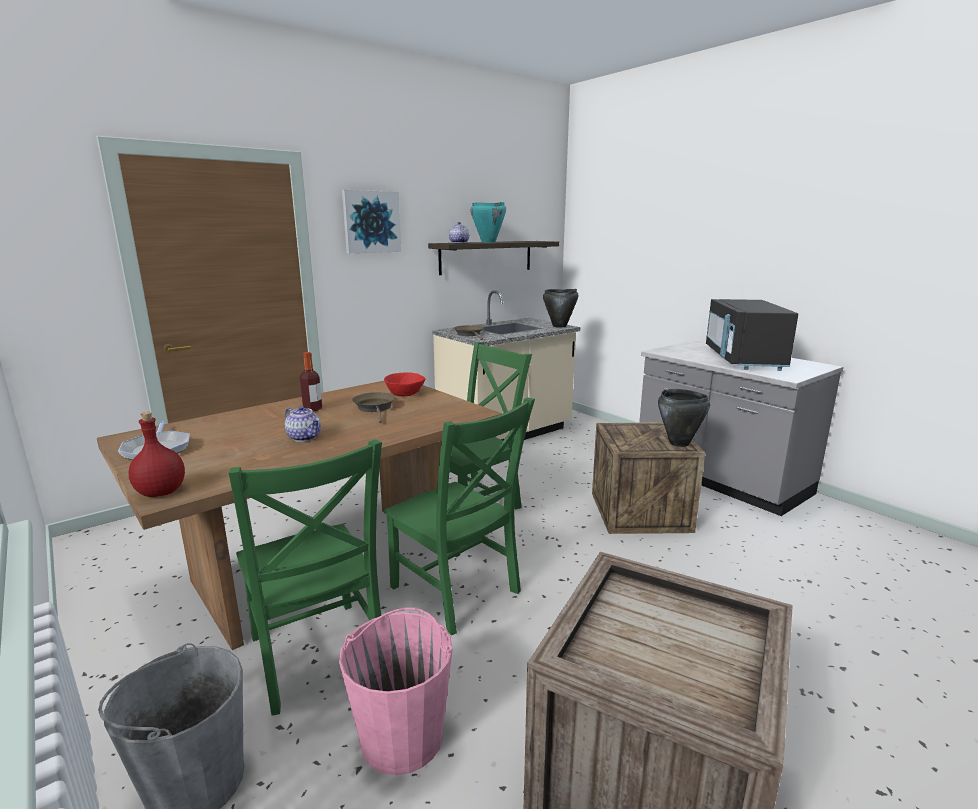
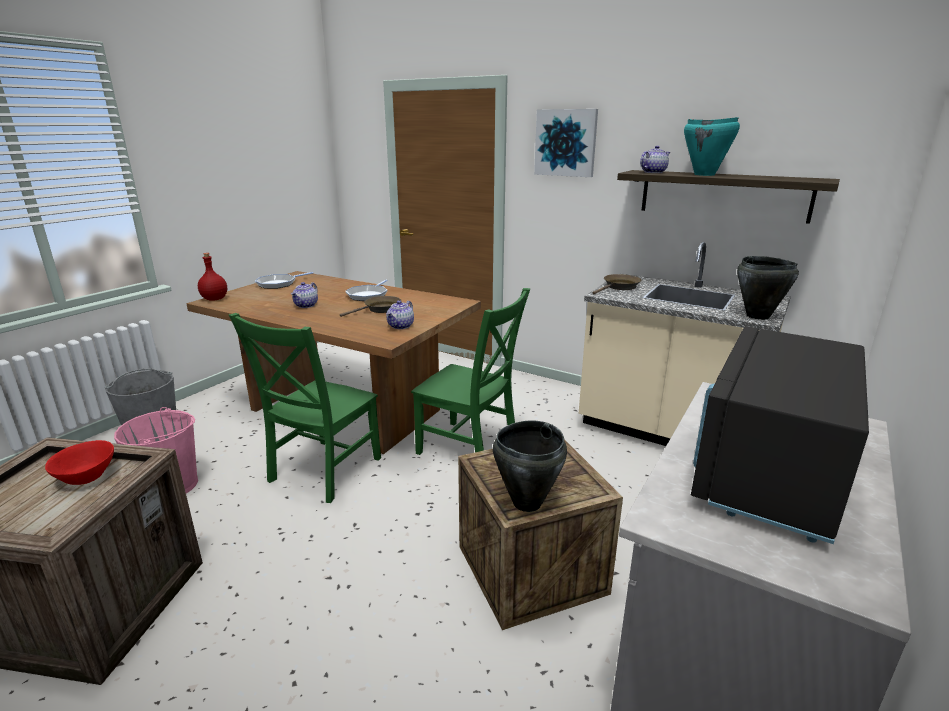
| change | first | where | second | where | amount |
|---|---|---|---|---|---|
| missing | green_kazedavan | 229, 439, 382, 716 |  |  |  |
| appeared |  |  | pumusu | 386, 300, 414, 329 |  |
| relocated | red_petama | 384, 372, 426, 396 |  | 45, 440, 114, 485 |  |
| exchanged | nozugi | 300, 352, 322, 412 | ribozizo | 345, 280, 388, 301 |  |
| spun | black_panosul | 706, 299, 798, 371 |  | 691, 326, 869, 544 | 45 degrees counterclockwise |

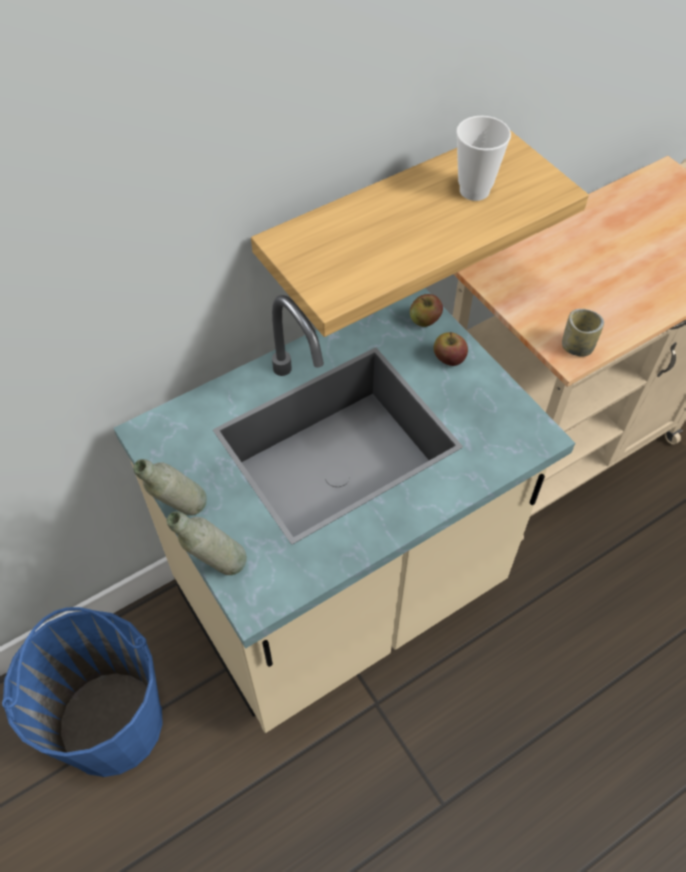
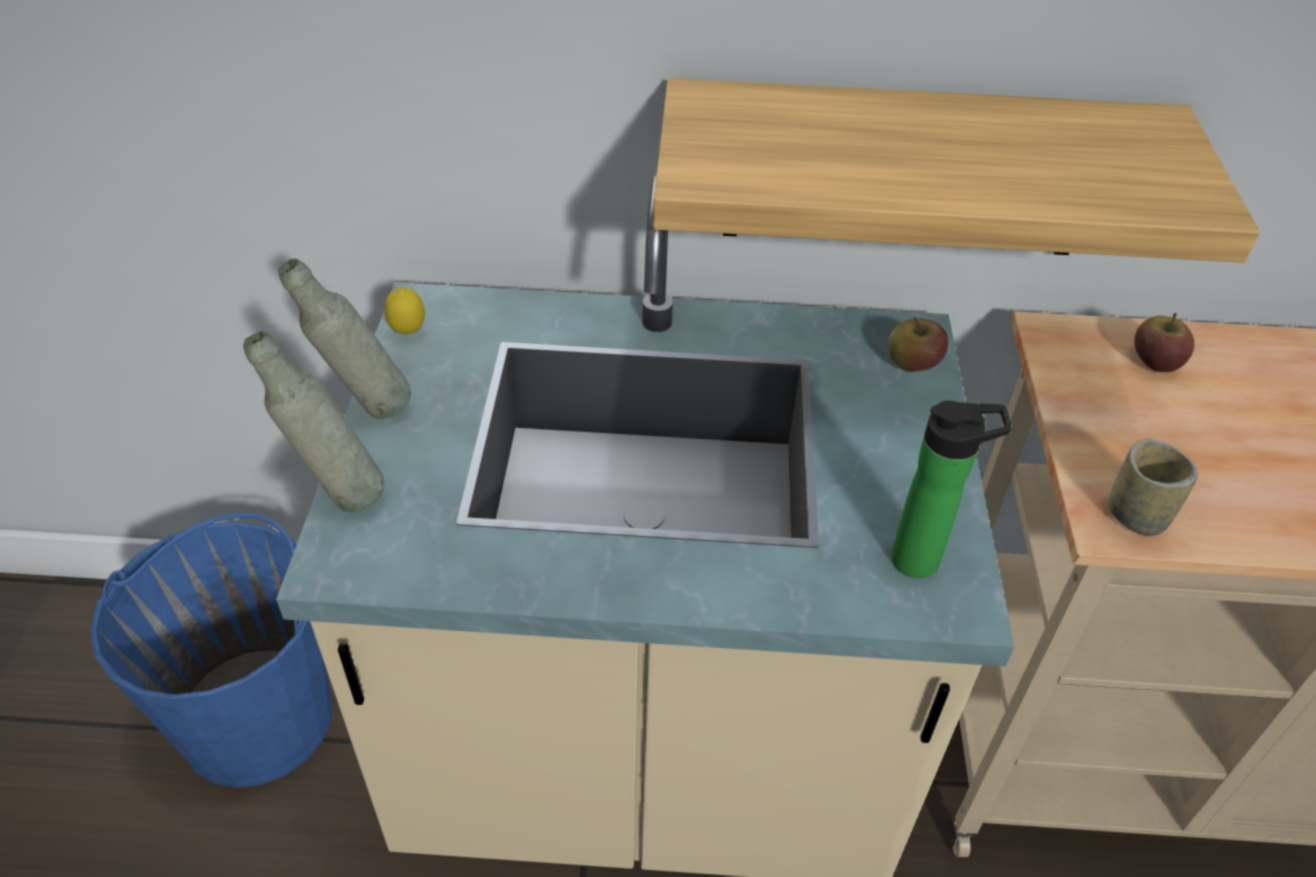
| change | first | where | second | where | amount |
|---|---|---|---|---|---|
| missing | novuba | 456, 116, 511, 201 |  |  |  |
| appeared |  |  | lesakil | 385, 288, 425, 334 |  |
| appeared |  |  | nozugi | 891, 401, 1011, 578 |  |
| relocated | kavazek | 434, 332, 468, 366 |  | 1134, 313, 1194, 372 |  |

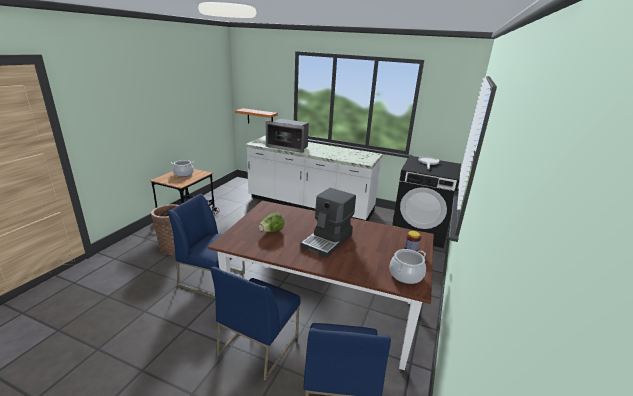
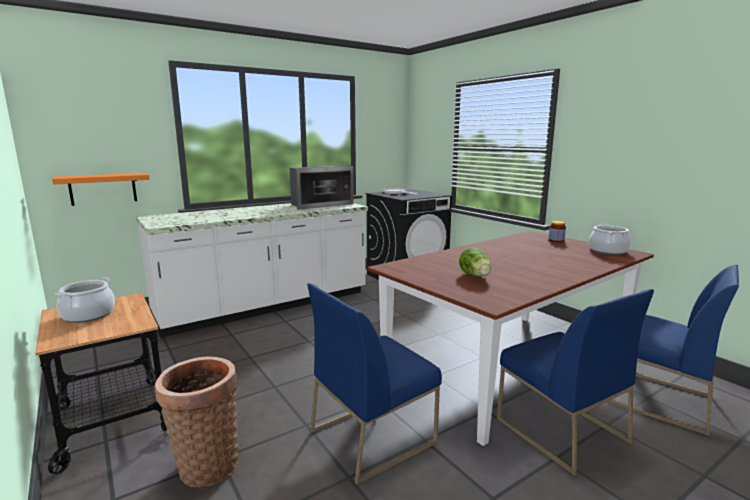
| change | first | where | second | where | amount |
|---|---|---|---|---|---|
| missing | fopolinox | 300, 188, 356, 258 |  |  |  |
| relocated | panosul | 266, 119, 309, 153 |  | 290, 166, 354, 210 |  |

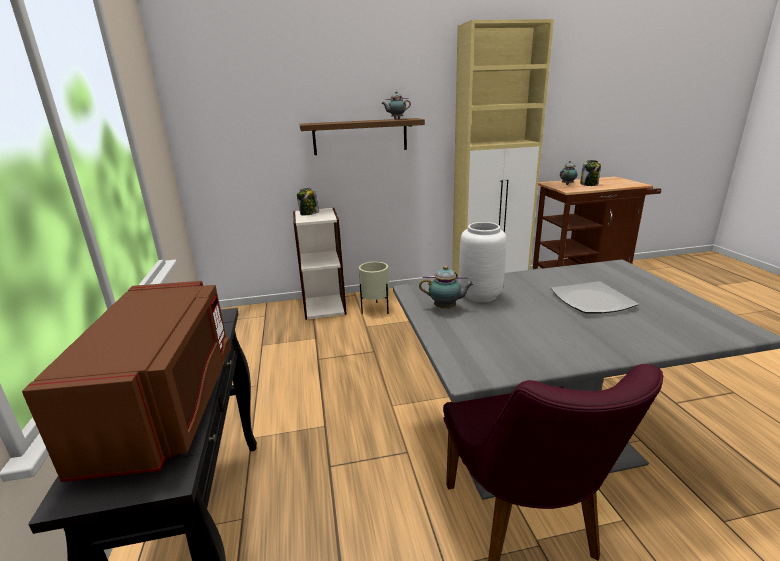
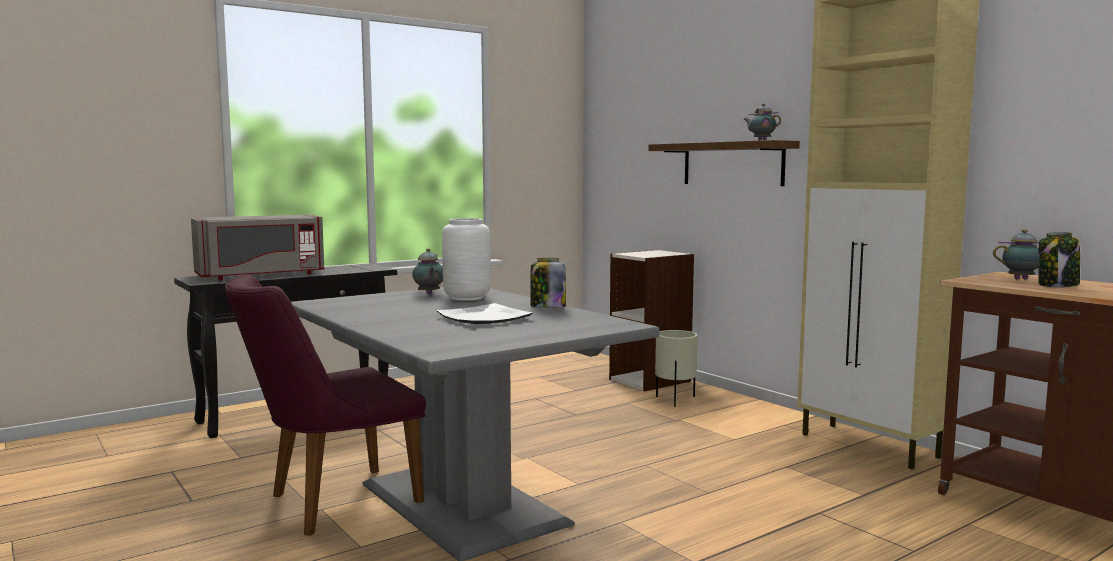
| change | first | where | second | where | amount |
|---|---|---|---|---|---|
| relocated | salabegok | 297, 188, 319, 215 |  | 530, 258, 566, 308 |  |
| colour | brown_panosul | 22, 281, 231, 482 | grey_panosul | 191, 215, 324, 280 |  |

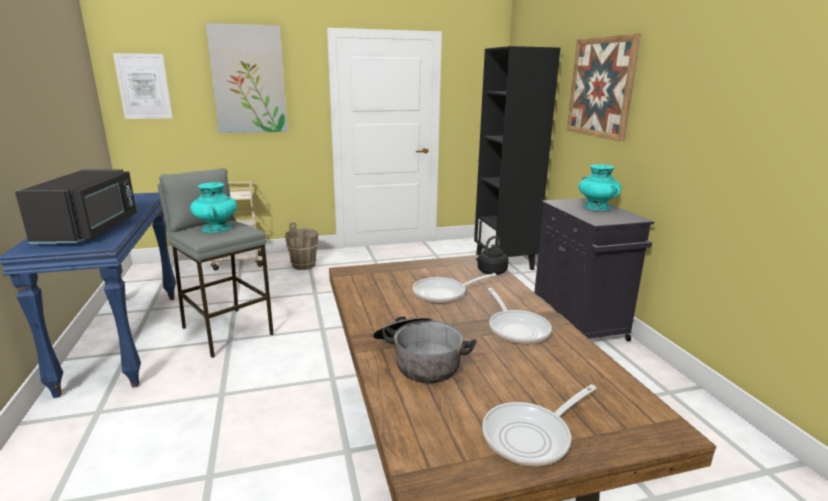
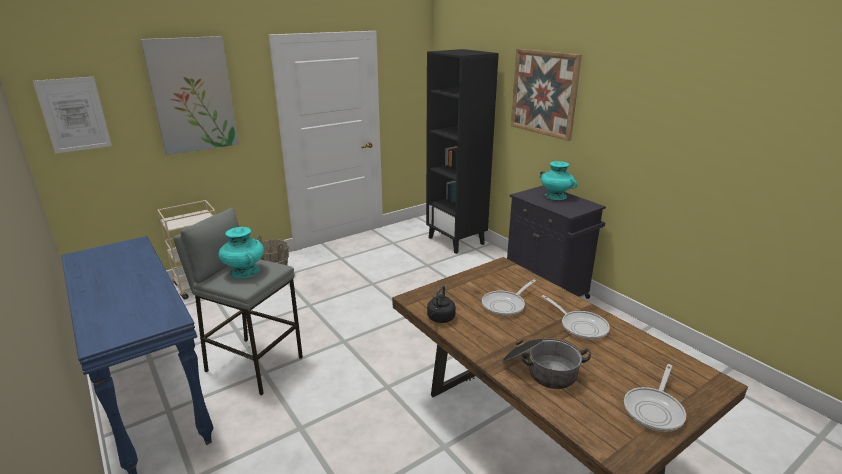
| change | first | where | second | where | amount |
|---|---|---|---|---|---|
| missing | black_panosul | 15, 170, 137, 244 |  |  |  |
| relocated | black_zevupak | 476, 235, 508, 275 |  | 427, 285, 456, 323 |  |

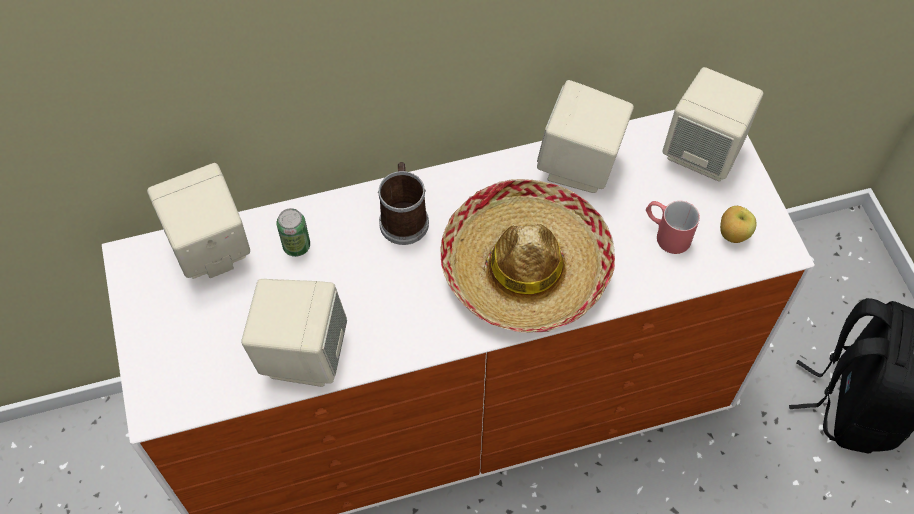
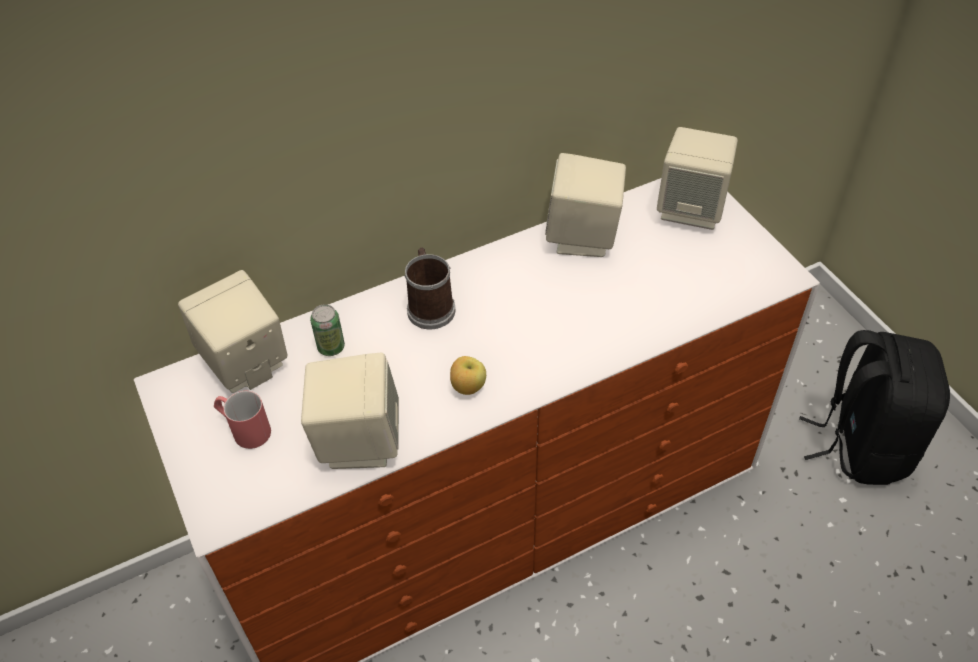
| change | first | where | second | where | amount |
|---|---|---|---|---|---|
| missing | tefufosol | 440, 179, 615, 332 |  |  |  |
| relocated | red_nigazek | 646, 201, 700, 254 |  | 214, 391, 271, 449 |  |
| relocated | kavazek | 720, 206, 757, 243 |  | 450, 356, 486, 395 |  |

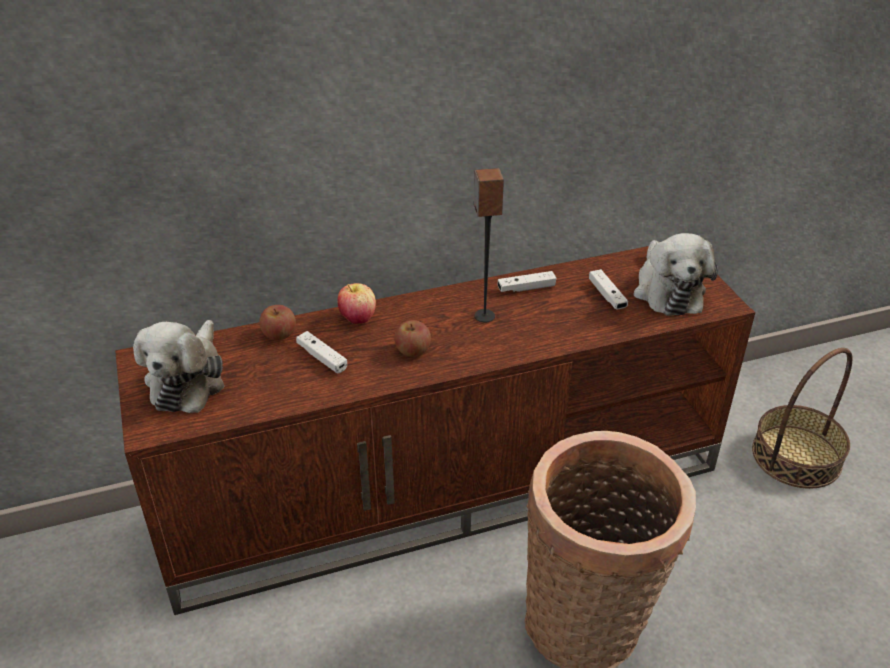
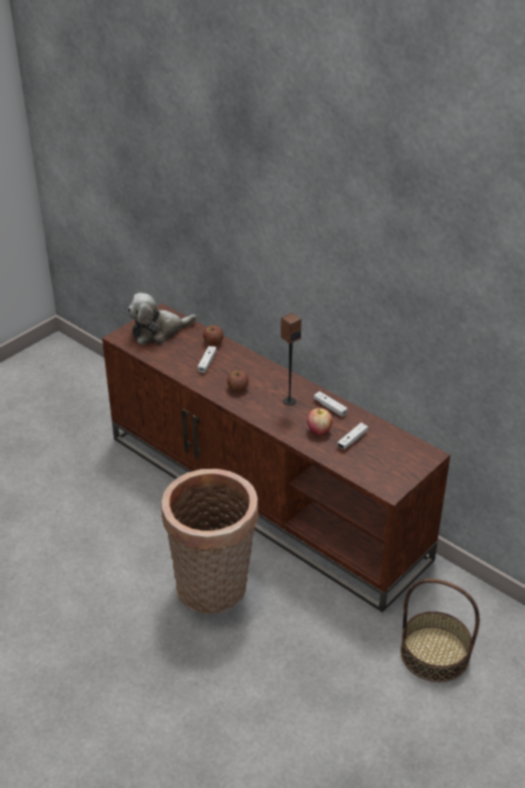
| change | first | where | second | where | amount |
|---|---|---|---|---|---|
| missing | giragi | 634, 233, 718, 316 |  |  |  |
| relocated | kavazek | 337, 283, 376, 324 |  | 307, 407, 333, 435 |  |

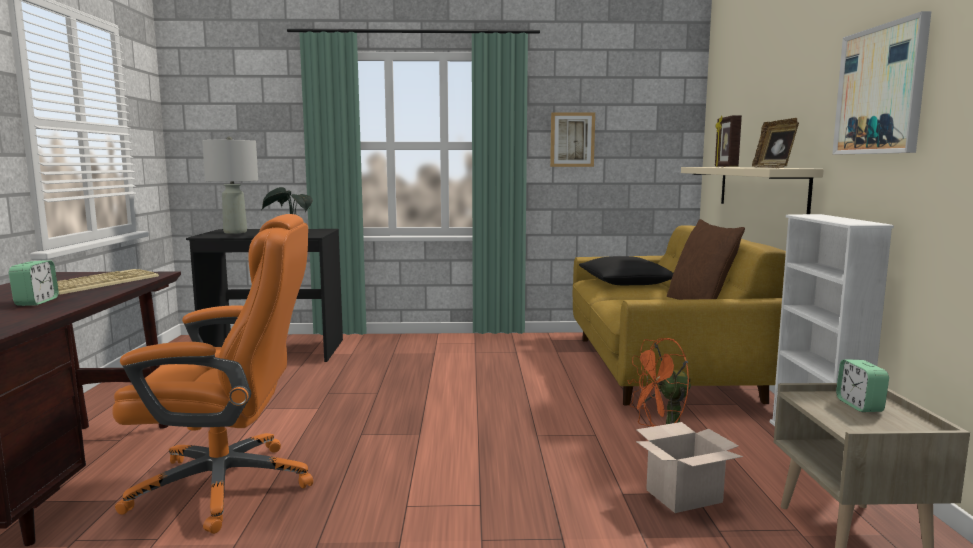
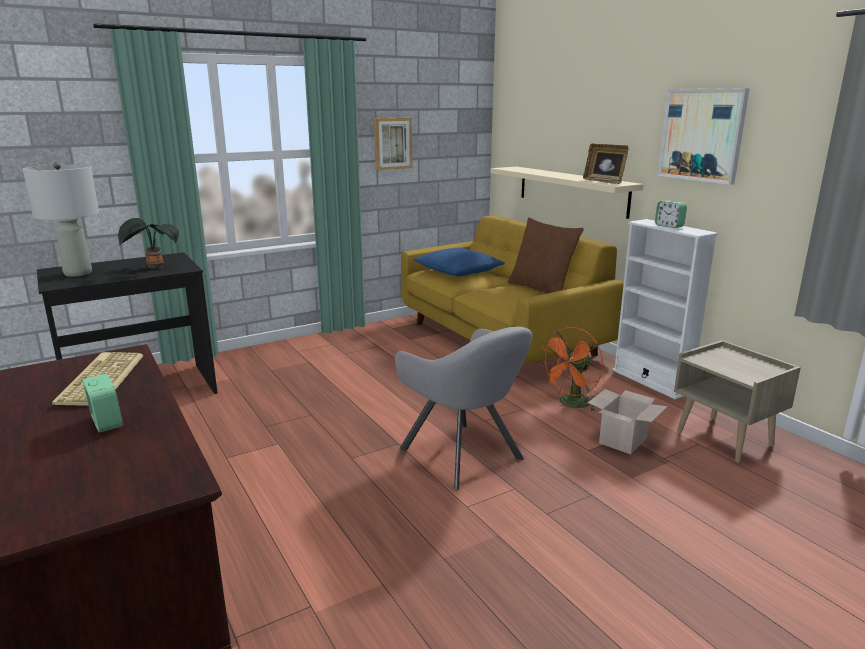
| change | first | where | second | where | amount |
|---|---|---|---|---|---|
| missing | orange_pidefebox | 112, 214, 313, 534 |  |  |  |
| missing | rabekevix | 715, 115, 742, 167 |  |  |  |
| appeared |  |  | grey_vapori | 395, 327, 533, 490 |  |
| relocated | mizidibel | 836, 359, 889, 412 |  | 655, 200, 687, 228 |  |
| colour | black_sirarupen | 579, 256, 673, 285 | blue_sirarupen | 413, 248, 505, 276 |  |

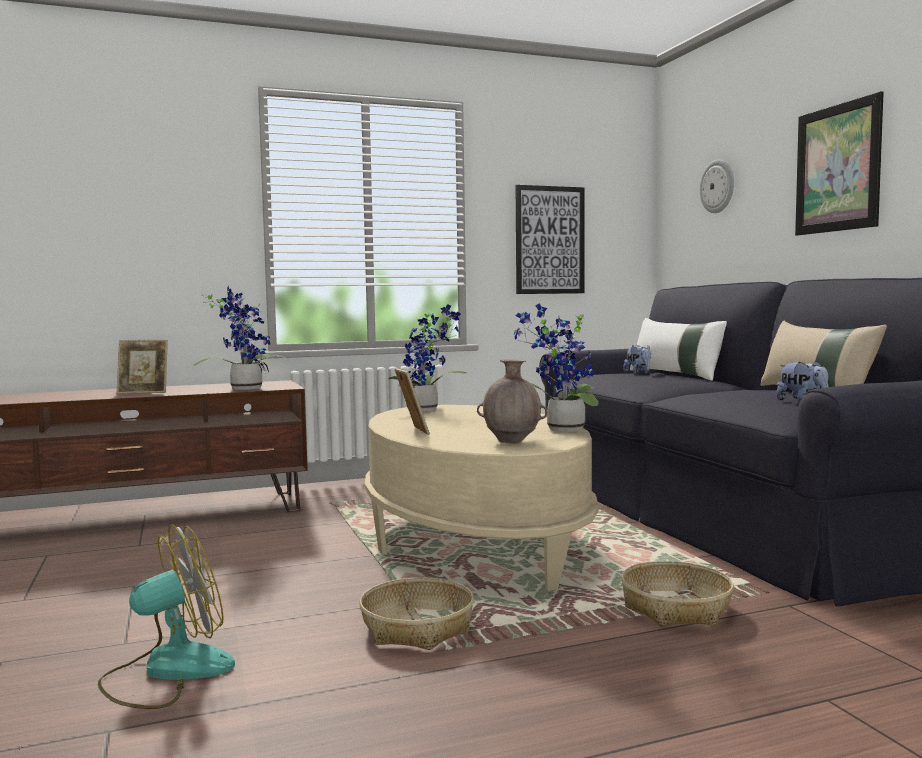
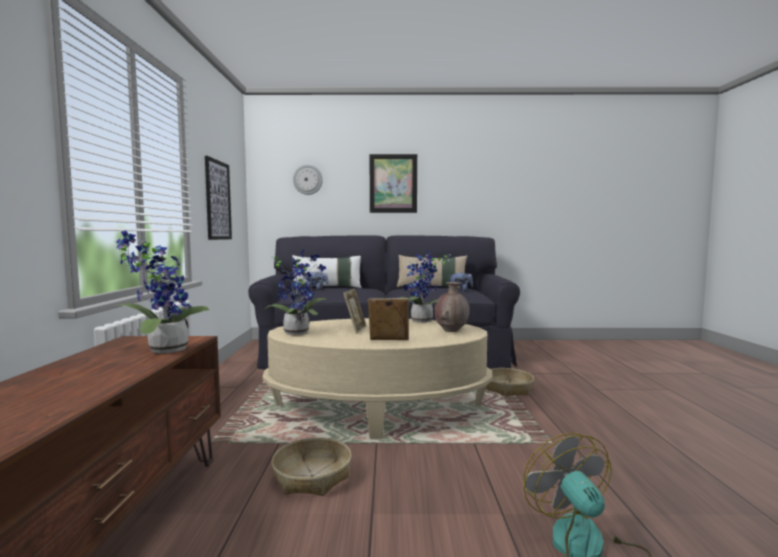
| change | first | where | second | where | amount |
|---|---|---|---|---|---|
| relocated | rabekevix | 117, 340, 168, 394 |  | 343, 288, 366, 334 |  |
| relocated | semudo | 359, 577, 474, 650 |  | 271, 437, 352, 496 |  |

